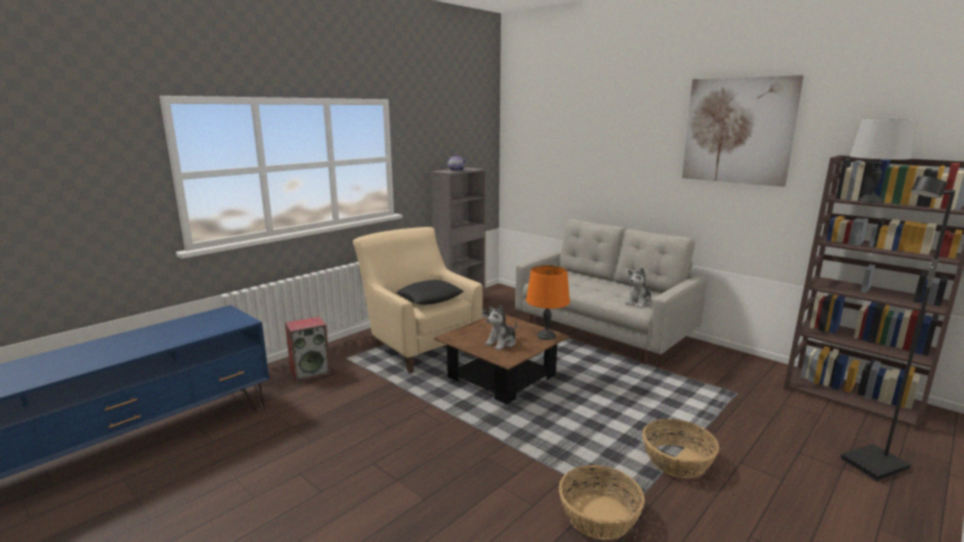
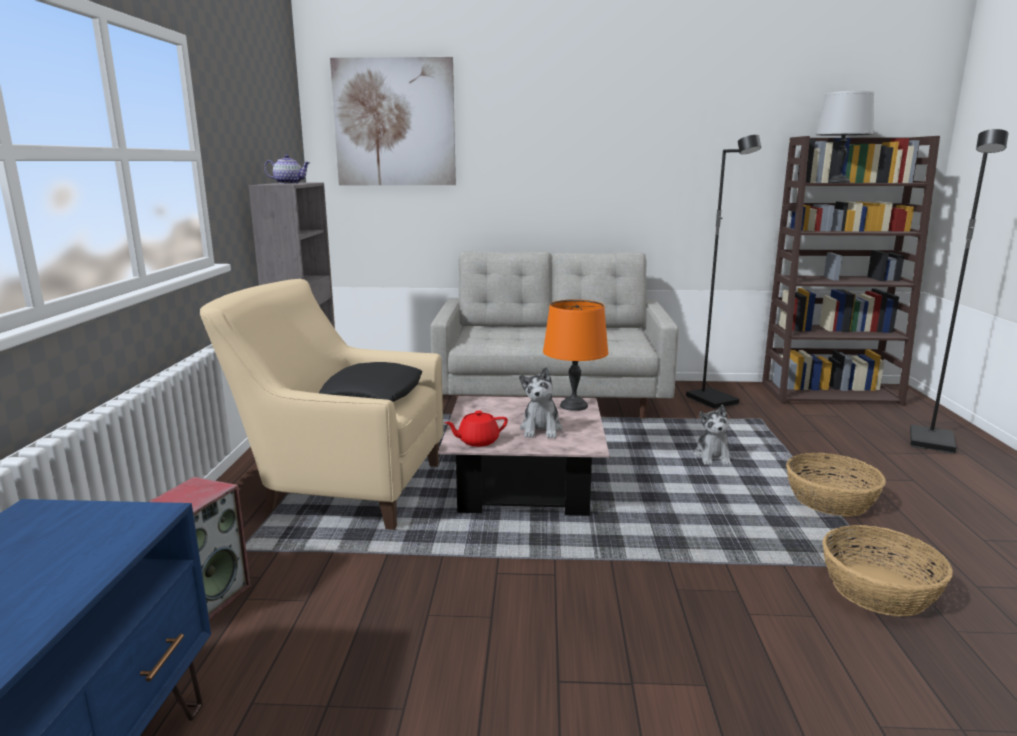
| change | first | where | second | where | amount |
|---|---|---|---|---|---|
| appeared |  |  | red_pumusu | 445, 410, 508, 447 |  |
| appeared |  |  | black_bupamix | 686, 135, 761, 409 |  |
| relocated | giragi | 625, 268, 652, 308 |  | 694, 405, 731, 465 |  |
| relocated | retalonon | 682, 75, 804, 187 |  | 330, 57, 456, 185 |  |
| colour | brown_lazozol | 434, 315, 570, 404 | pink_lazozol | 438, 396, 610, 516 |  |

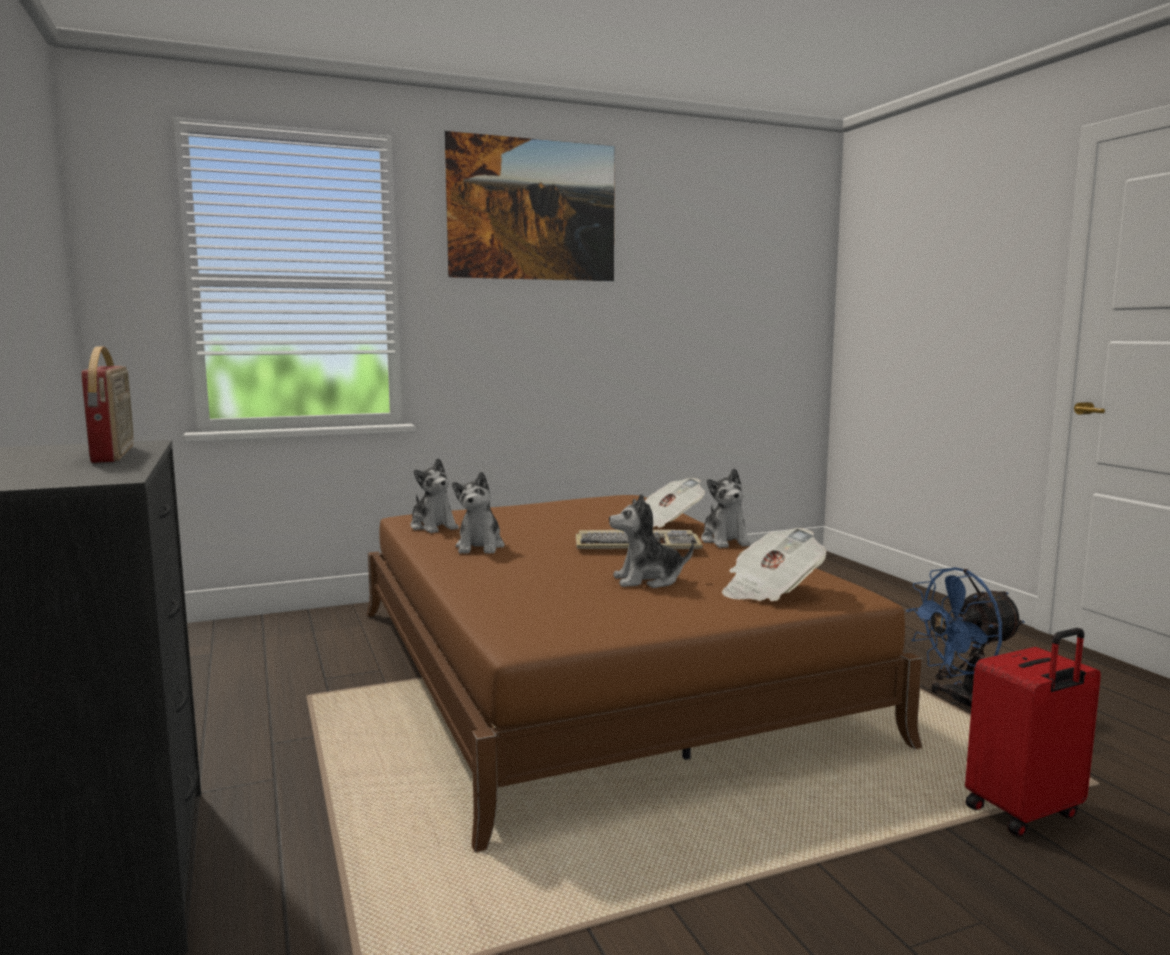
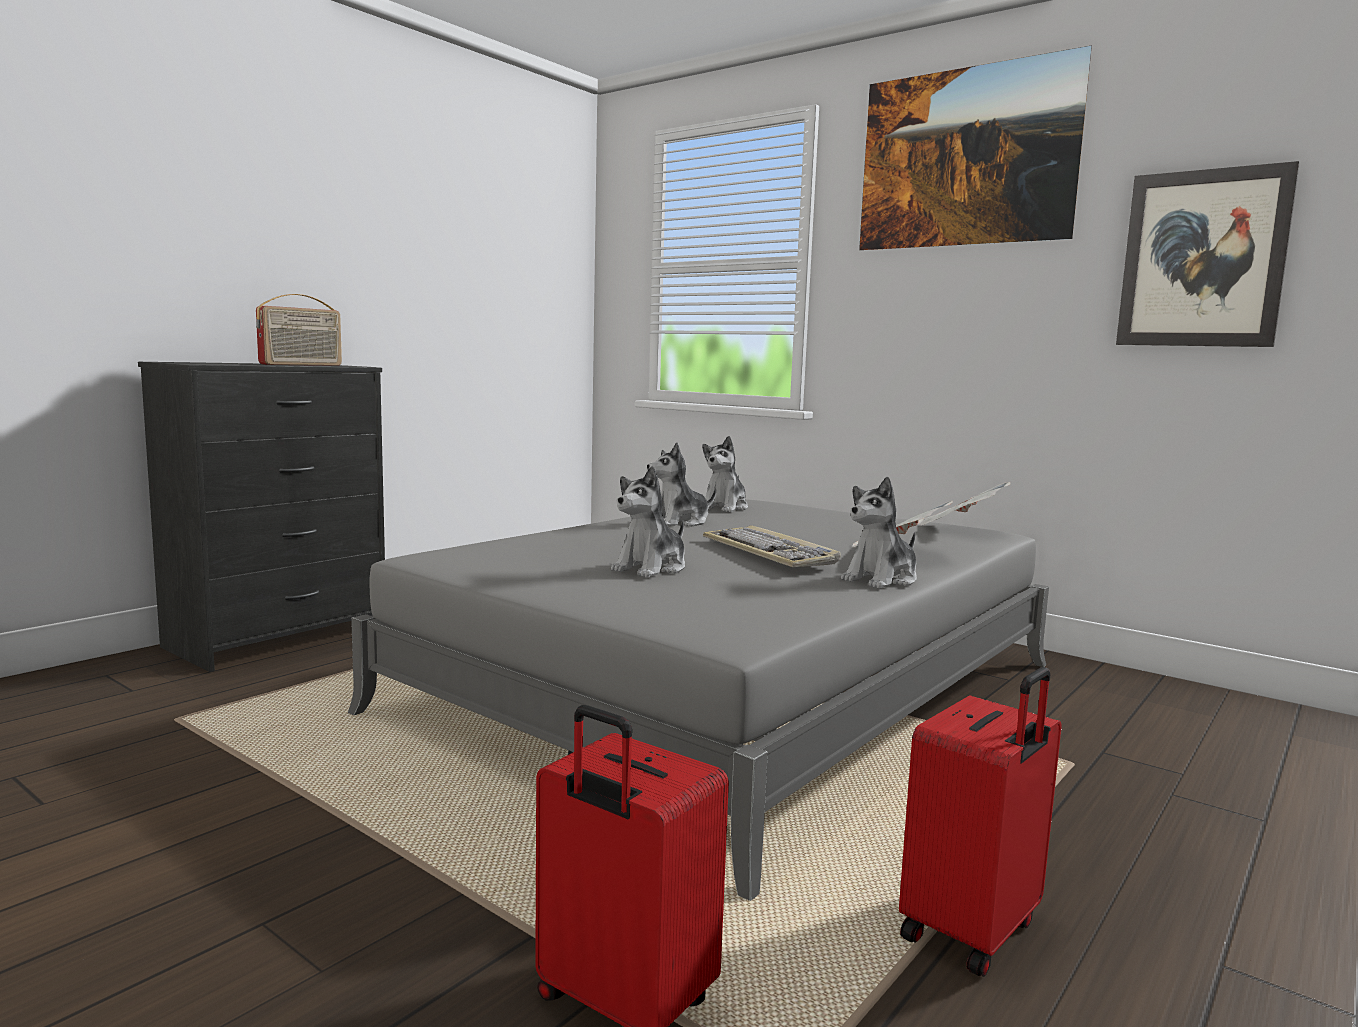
| change | first | where | second | where | amount |
|---|---|---|---|---|---|
| appeared |  |  | retalonon | 1116, 161, 1300, 347 |  |
| relocated | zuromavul | 722, 528, 826, 601 |  | 918, 482, 1011, 526 |  |
| exchanged | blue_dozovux | 906, 567, 1024, 707 | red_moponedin | 899, 667, 1062, 977 |  |
| colour | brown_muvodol | 367, 495, 923, 852 | grey_muvodol | 348, 499, 1049, 901 |  |
| spun | giragi | 609, 493, 694, 588 |  | 611, 466, 685, 578 | 105 degrees counterclockwise |

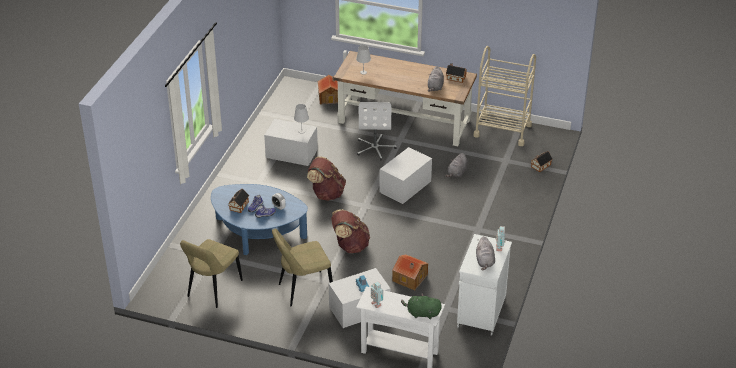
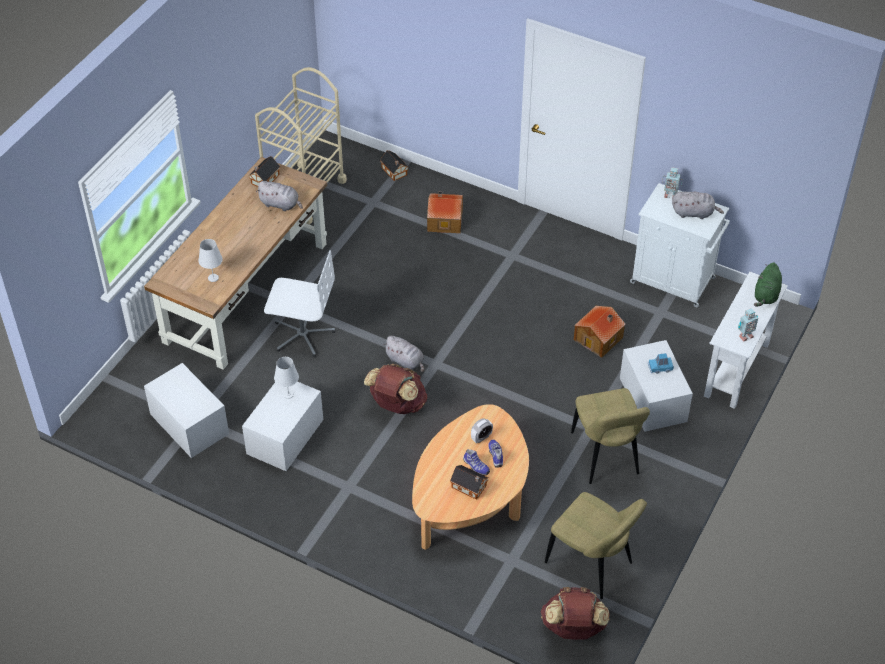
| change | first | where | second | where | amount |
|---|---|---|---|---|---|
| relocated | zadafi | 318, 75, 338, 105 |  | 427, 192, 463, 233 |  |
| relocated | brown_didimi | 331, 209, 370, 253 |  | 541, 587, 610, 640 |  |
| relocated | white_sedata | 379, 147, 432, 204 |  | 144, 363, 229, 458 |  |
| relocated | grey_giragi | 445, 153, 468, 178 |  | 383, 336, 424, 373 |  |
| colour | blue_lazozol | 211, 184, 308, 255 | beige_lazozol | 412, 404, 529, 550 |  |

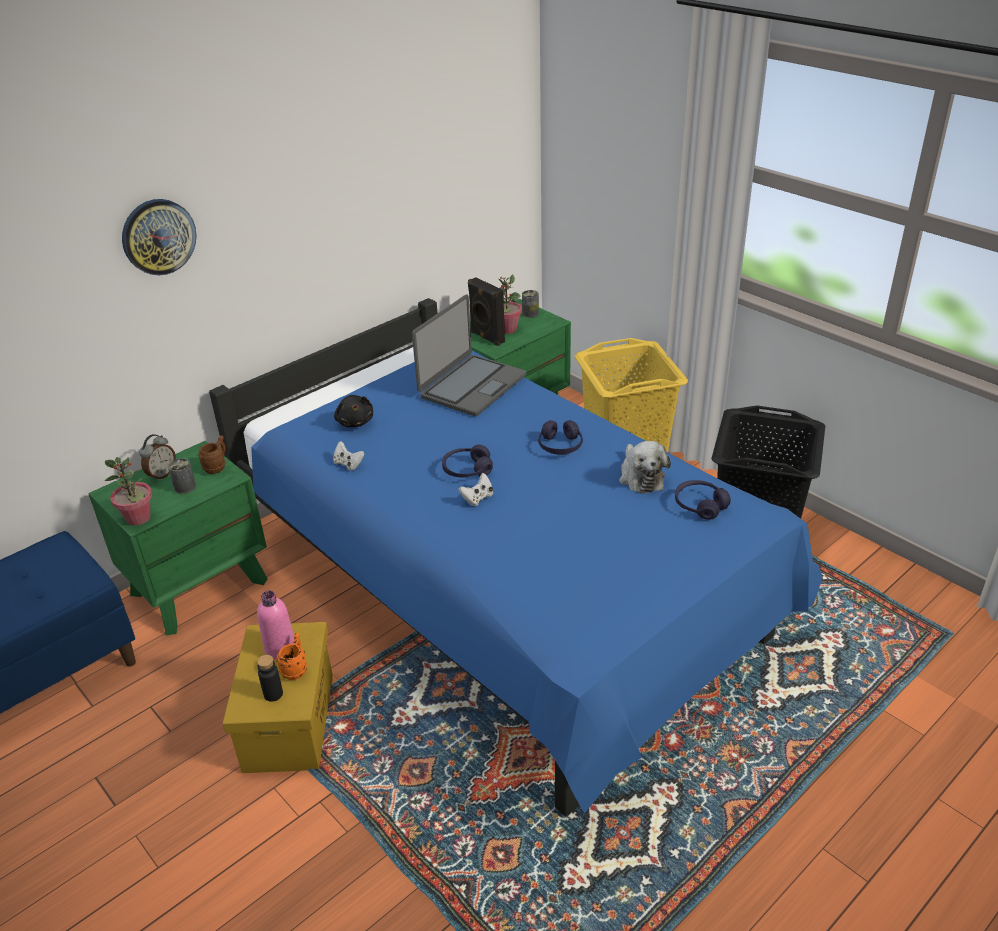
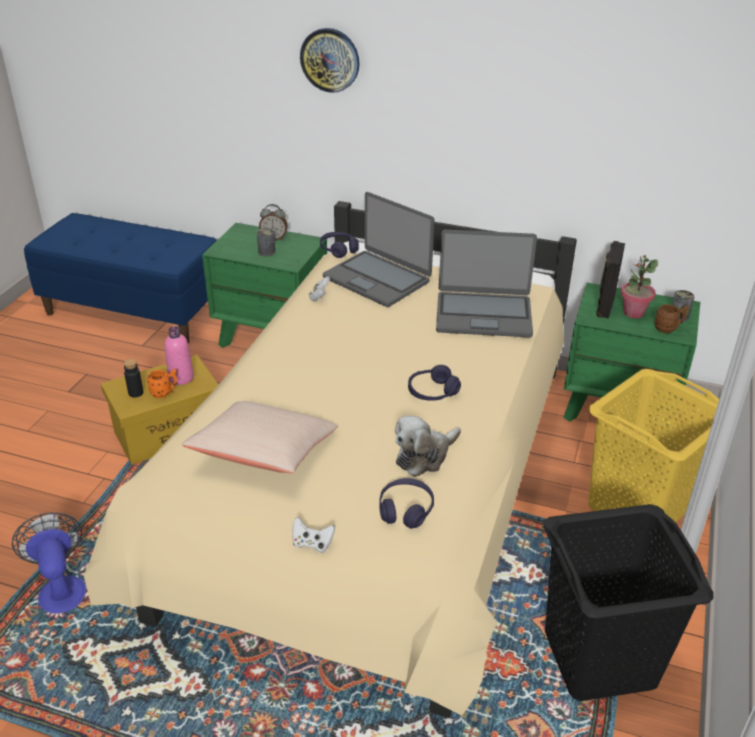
| change | first | where | second | where | amount |
|---|---|---|---|---|---|
| missing | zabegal | 105, 457, 152, 526 |  |  |  |
| appeared |  |  | dozovux | 12, 512, 86, 614 |  |
| appeared |  |  | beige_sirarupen | 182, 401, 338, 473 |  |
| relocated | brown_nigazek | 198, 435, 226, 474 |  | 654, 304, 689, 333 |  |
| relocated | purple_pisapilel | 442, 445, 493, 478 |  | 320, 232, 359, 258 |  |
| relocated | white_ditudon | 458, 473, 493, 506 |  | 292, 517, 335, 553 |  |
| exchanged | black_giragi | 334, 395, 373, 427 | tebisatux | 323, 192, 434, 307 |  |
| colour | blue_muvodol | 209, 298, 822, 816 | beige_muvodol | 84, 201, 577, 718 |  |

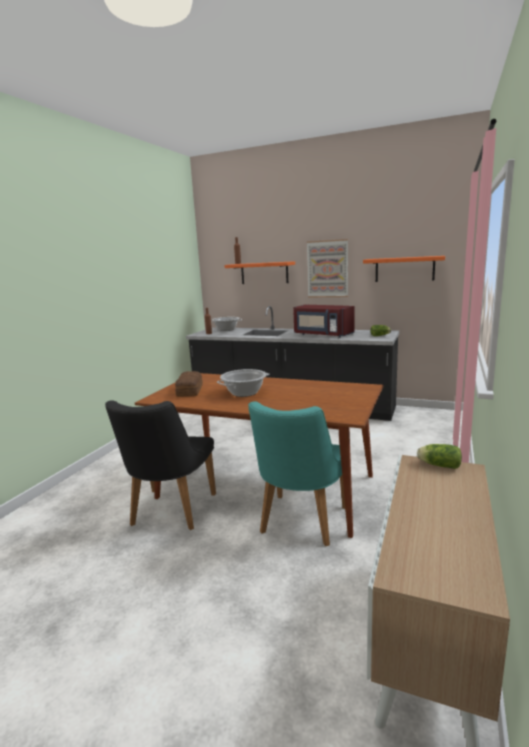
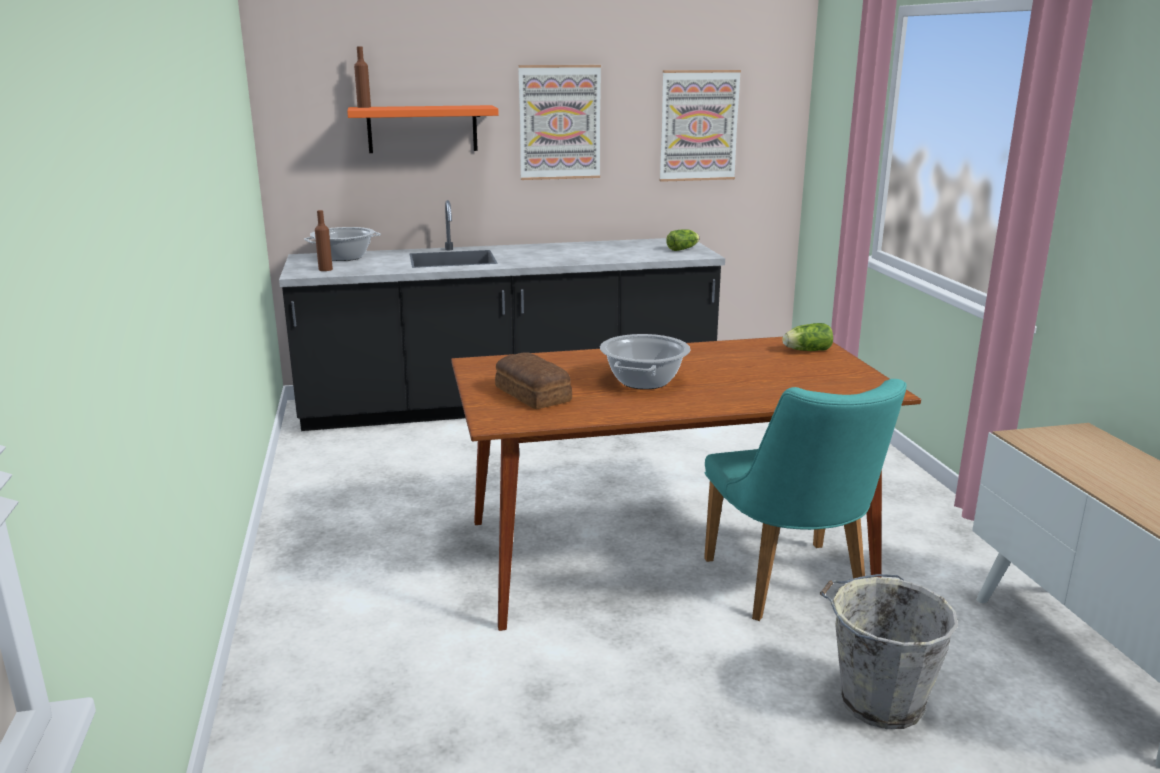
| change | first | where | second | where | amount |
|---|---|---|---|---|---|
| missing | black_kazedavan | 105, 400, 216, 530 |  |  |  |
| missing | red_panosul | 293, 305, 355, 338 |  |  |  |
| appeared |  |  | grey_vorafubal | 820, 574, 958, 729 |  |
| relocated | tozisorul | 417, 444, 462, 469 |  | 782, 323, 833, 351 |  |
| exchanged | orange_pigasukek | 363, 256, 445, 282 | retalonon | 660, 70, 741, 182 |  |

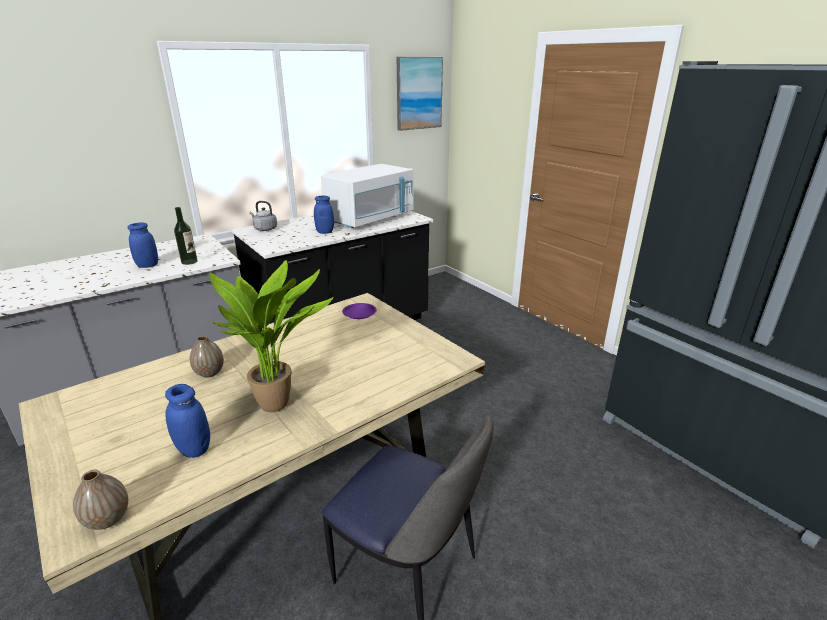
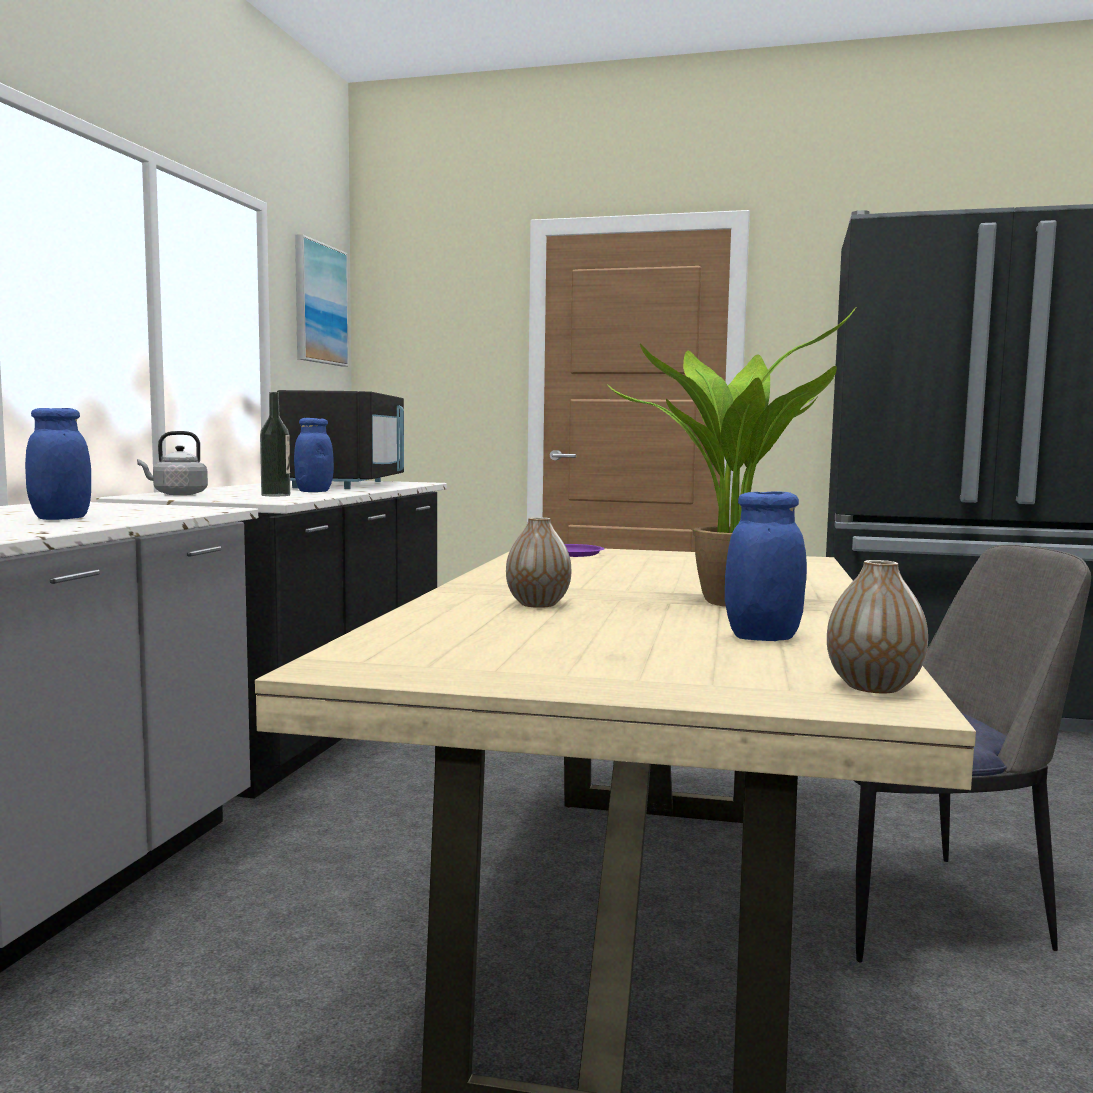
| change | first | where | second | where | amount |
|---|---|---|---|---|---|
| relocated | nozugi | 174, 207, 197, 265 |  | 260, 392, 290, 496 |  |
| colour | white_panosul | 321, 164, 414, 228 | black_panosul | 277, 390, 404, 489 |  |

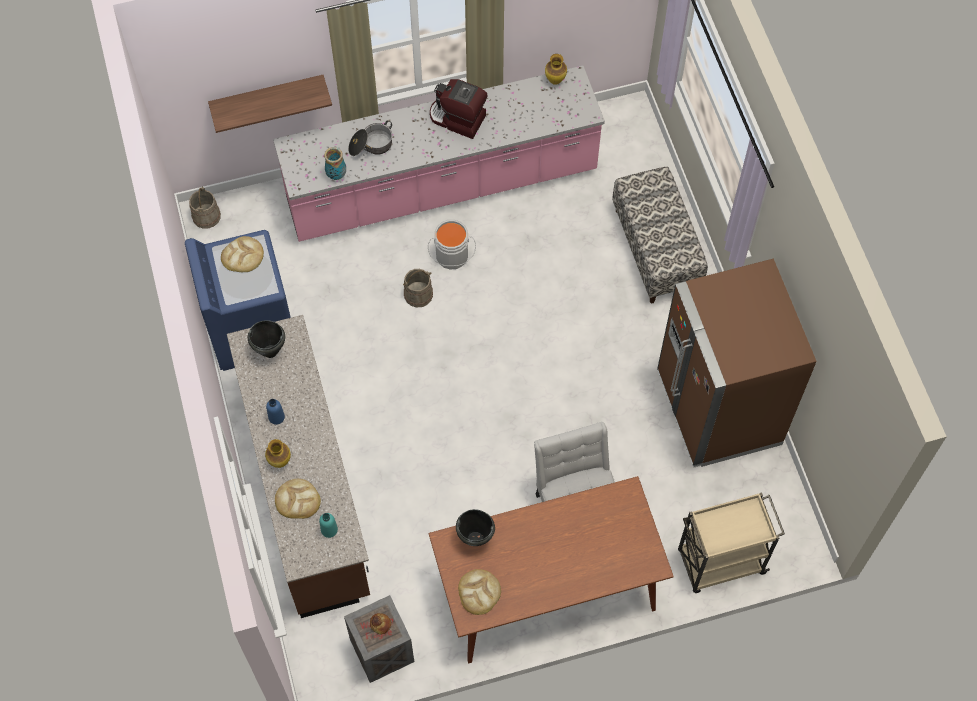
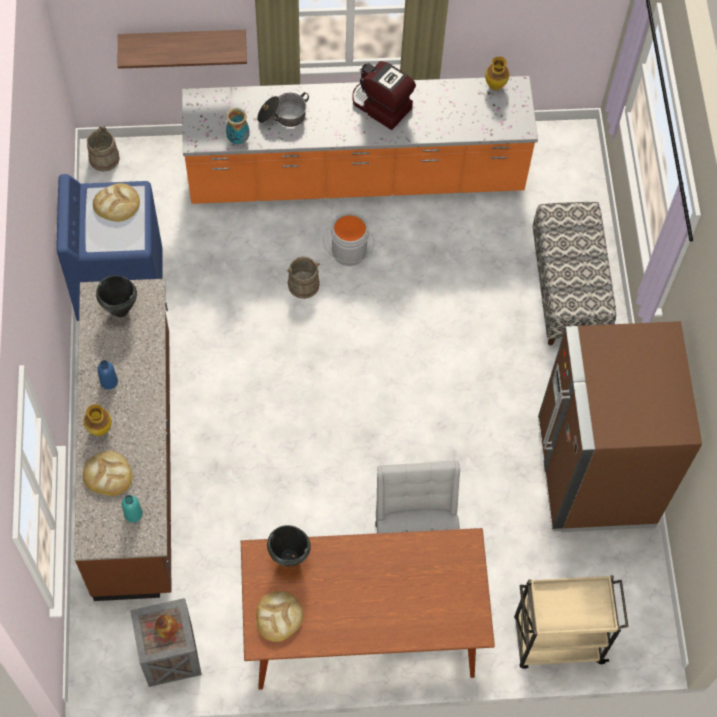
| change | first | where | second | where | amount |
|---|---|---|---|---|---|
| colour | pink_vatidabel | 273, 65, 605, 242 | orange_vatidabel | 182, 76, 538, 204 |  |

